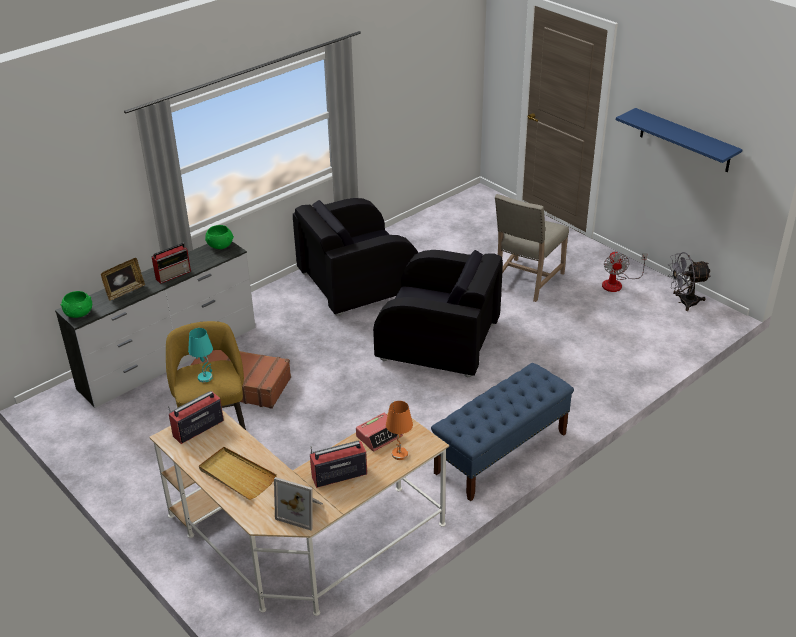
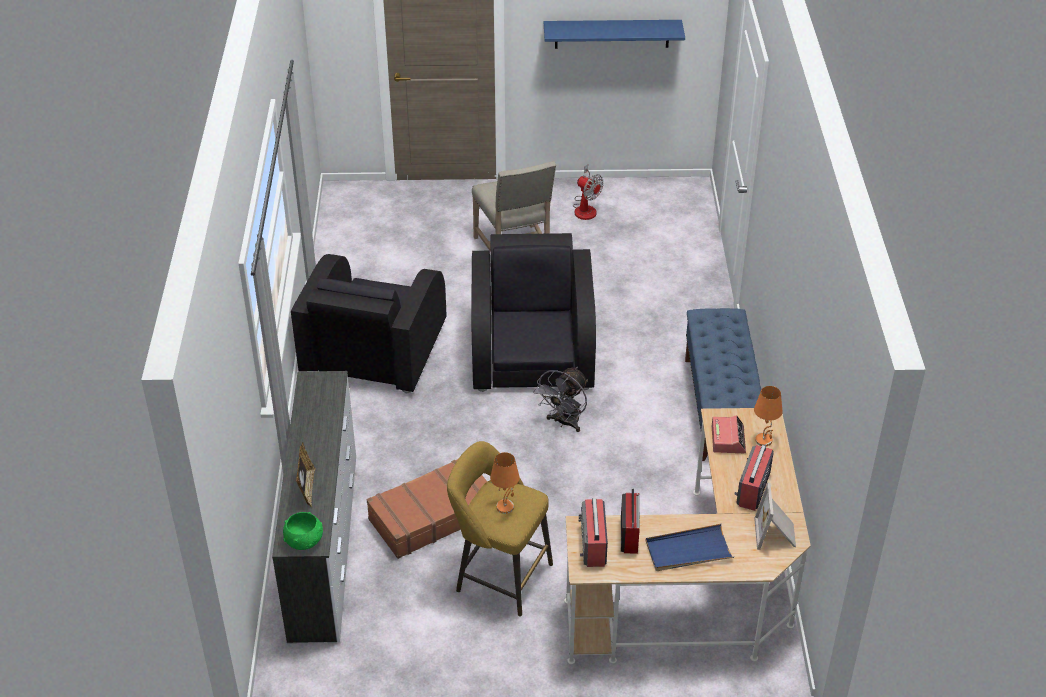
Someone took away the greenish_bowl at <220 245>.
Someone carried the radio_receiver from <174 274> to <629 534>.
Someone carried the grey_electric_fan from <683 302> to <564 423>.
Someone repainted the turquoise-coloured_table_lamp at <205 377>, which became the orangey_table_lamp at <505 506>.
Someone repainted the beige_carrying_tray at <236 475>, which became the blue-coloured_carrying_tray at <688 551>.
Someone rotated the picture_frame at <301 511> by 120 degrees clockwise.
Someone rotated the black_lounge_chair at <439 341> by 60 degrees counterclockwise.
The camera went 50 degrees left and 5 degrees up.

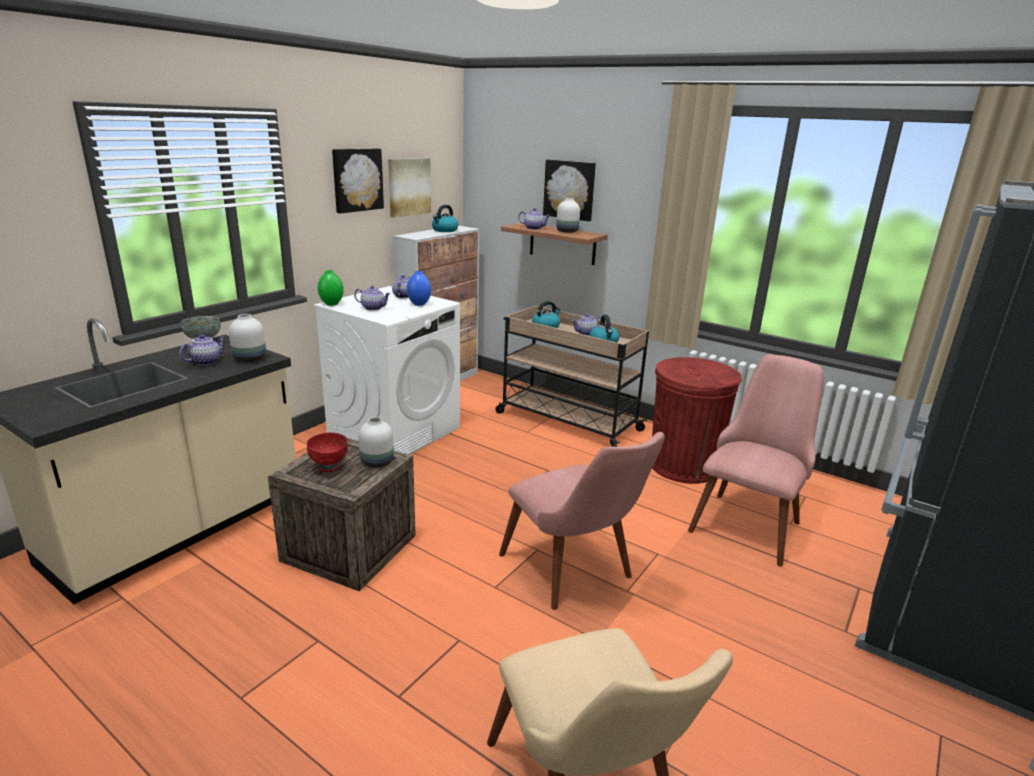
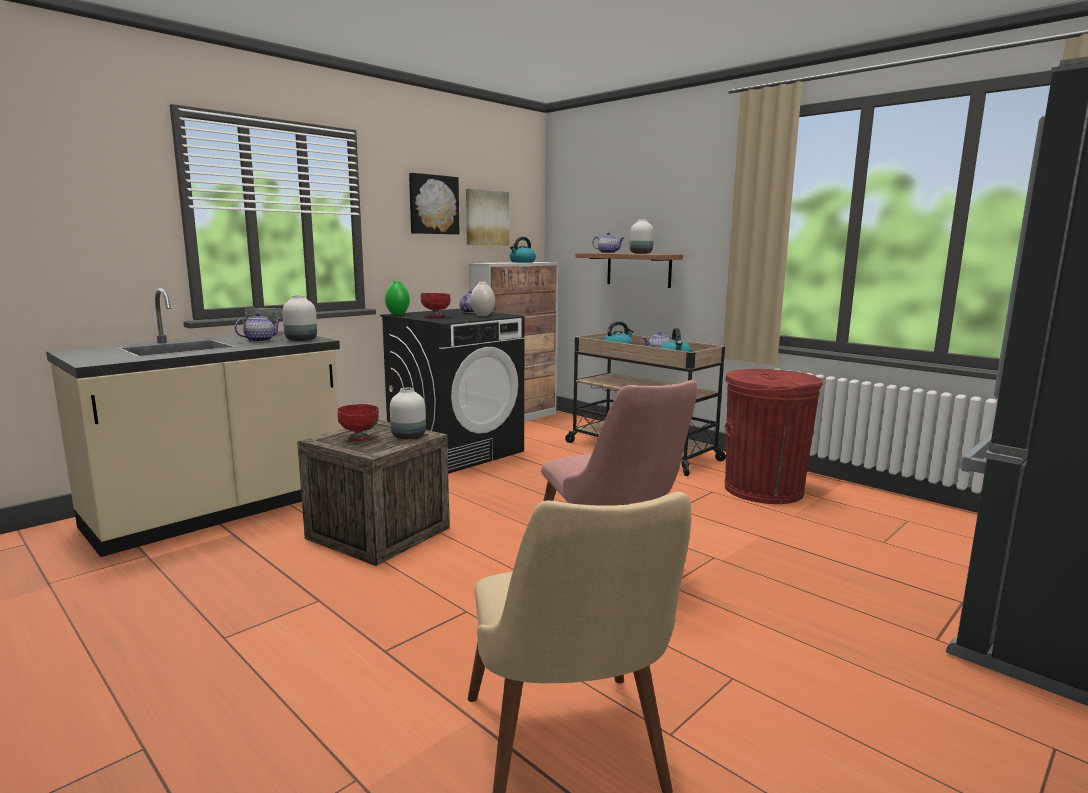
Someone took away the wall_picture at <570 189>.
Someone took away the pink-coloured_plain_chair at <749 520>.
Someone swapped the tea_pot at <373 308> for the red_bowl at <436 316>.
Someone repainted the whitish_laundry_machine at <395 431>, which became the black_laundry_machine at <456 451>.
Someone repainted the blue-coloured_vase at <419 304>, which became the whitish_vase at <482 315>.
The camera went 10 degrees right and 10 degrees down.

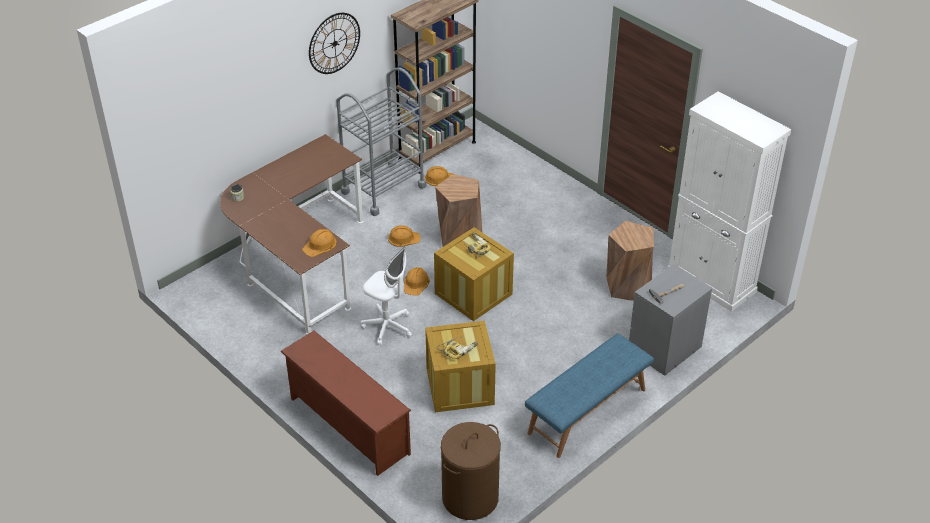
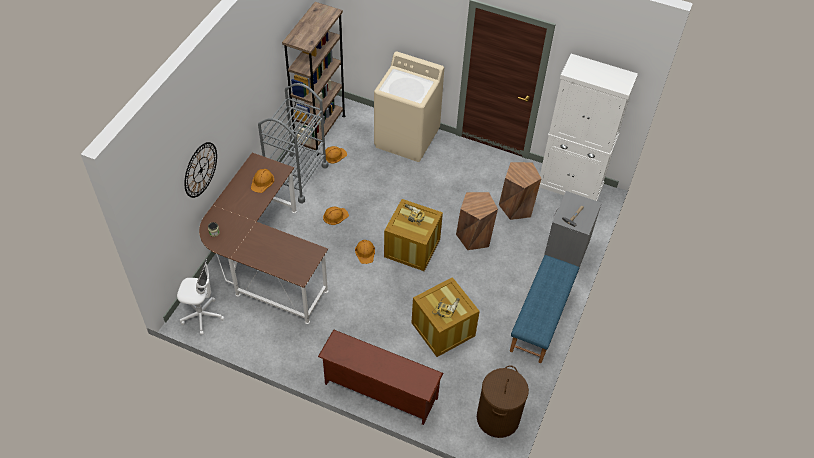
Someone put down the beige_laundry_machine at <407 138>.
Someone carried the orangey_work_helmet from <320 245> to <262 182>.
Someone carried the wall_clock from <334 43> to <200 169>.
Someone carried the whitish_computer_chair from <388 327> to <202 316>.
Someone carried the brownish_stool from <459 237> to <474 236>.
The camera went 25 degrees left and 10 degrees up.

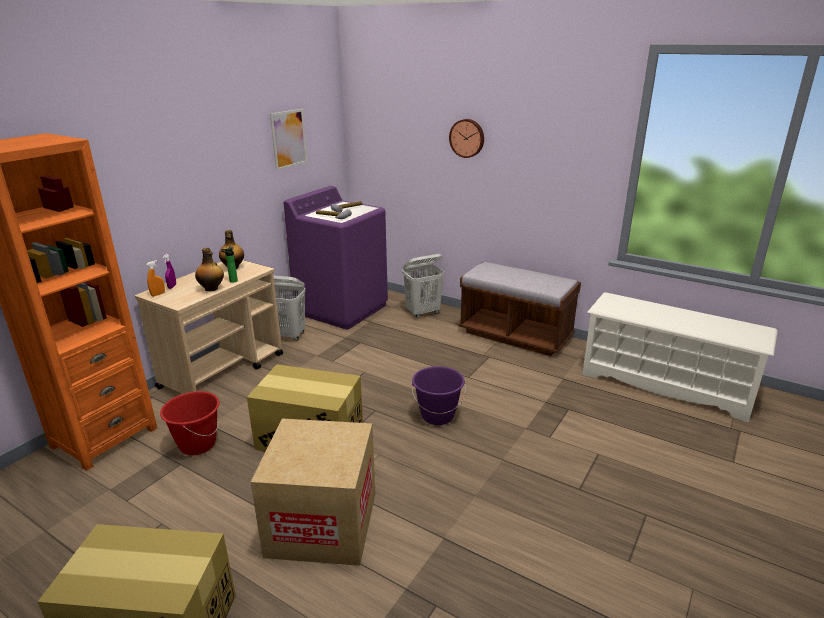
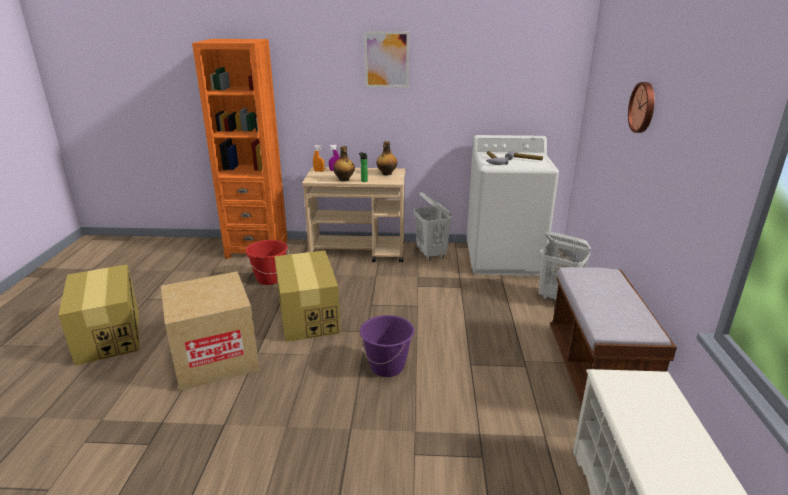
Someone carried the wall_picture from <288 139> to <386 59>.
Someone repainted the purple-coloured_laundry_machine at <342 309>, which became the whitish_laundry_machine at <504 259>.
The camera went 60 degrees right and 0 degrees up.

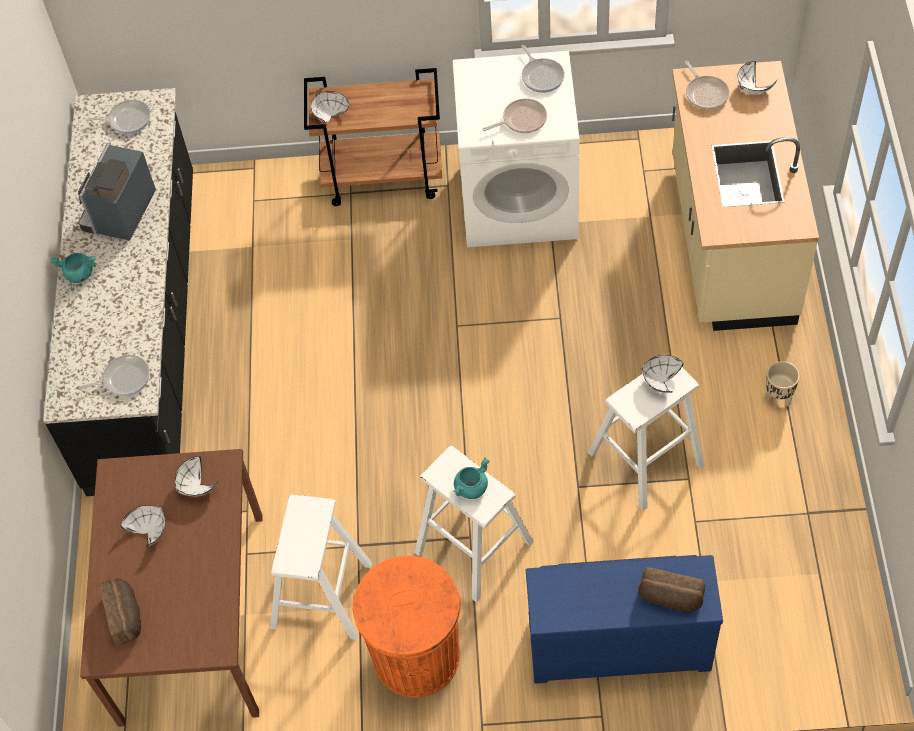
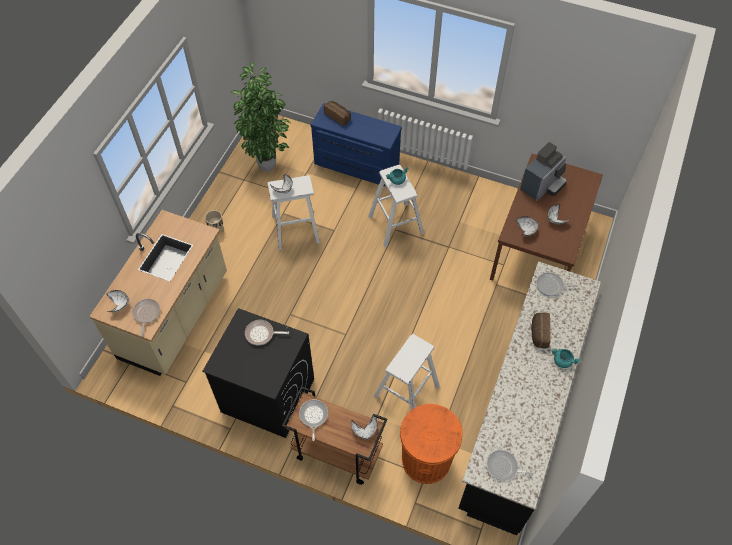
Someone put down the potted_plant at <268 165>.
Someone carried the coffee_brewer from <120 214> to <542 185>.
Someone carried the baked_bread from <126 615> to <538 333>.
Someone carried the whitish_stool from <321 595> to <406 391>.
Someone carried the orangey_rubbish_bin from <417 657> to <426 459>.
Someone carried the pan from <542 76> to <313 416>.
Someone repainted the whitish_laundry_machine at <519 201>, which became the black_laundry_machine at <267 395>.
The camera went 160 degrees left and 0 degrees up.

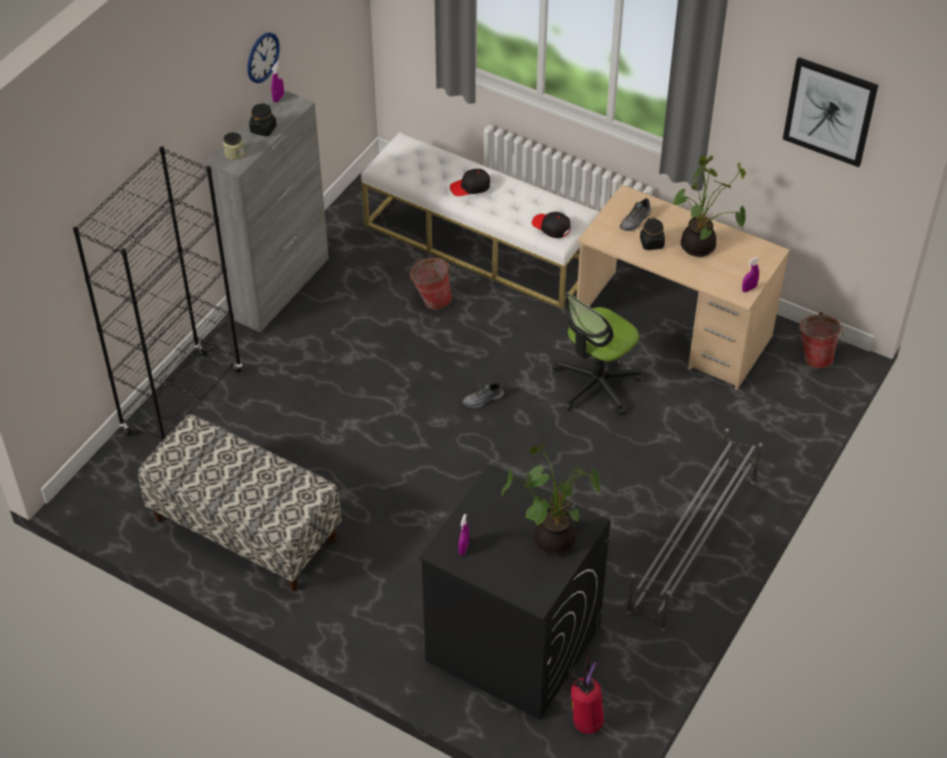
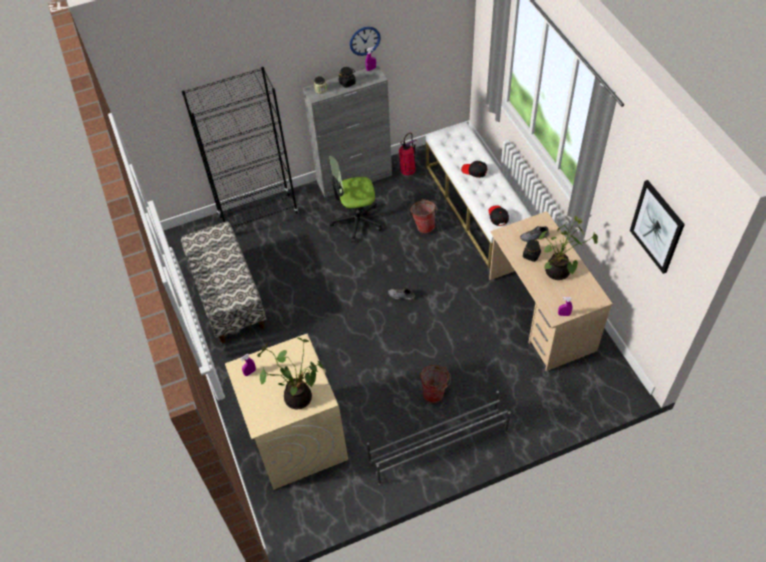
Someone carried the computer_chair from <596 385> to <356 221>.
Someone carried the extinguisher from <586 721> to <408 171>.
Someone carried the pail from <815 356> to <435 391>.
Someone repainted the black_laundry_machine at <512 643>, which became the beige_laundry_machine at <297 438>.
The camera went 40 degrees right and 5 degrees up.

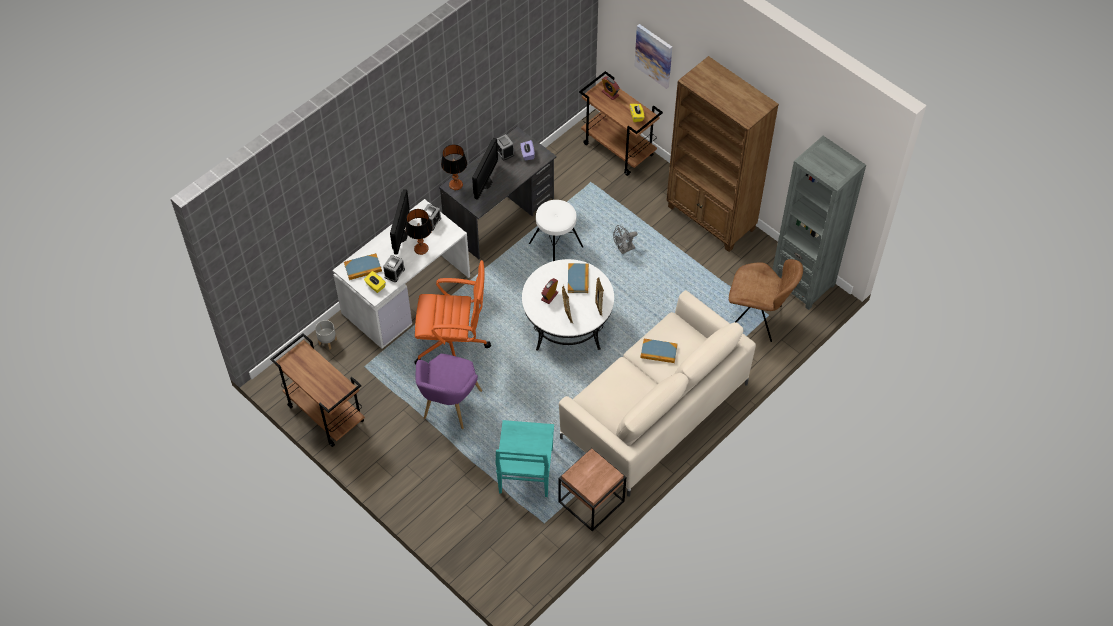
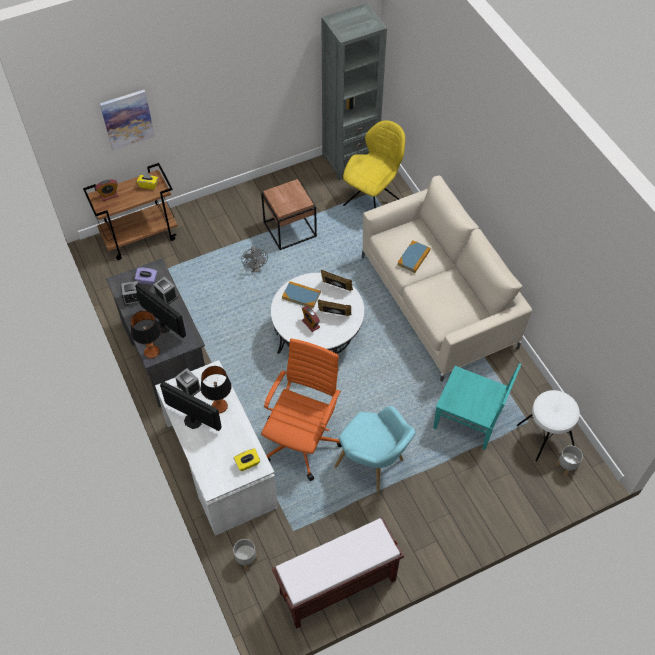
Someone took away the volume at <363 268>.
Someone took away the brownish_shelving_unit at <711 218>.
Someone put down the grey_plant_pot at <566 466>.
Someone carried the table_clock from <394 273> to <166 295>.
Someone carried the whitish_stool from <556 245> to <545 436>.
Someone carried the brownish_end_table from <591 502> to <290 230>.
Someone swapped the brownish_wheeled_cart at <324 413> for the brownish_indoor_bench at <337 587>.
Someone repainted the purple-coloured_lounge_chair at <449 407>, which became the turquoise-coloured_lounge_chair at <373 465>.
Someone repainted the brownish_plain_chair at <757 319>, which became the yellow-coloured_plain_chair at <373 201>.
The camera went 70 degrees left and 0 degrees up.

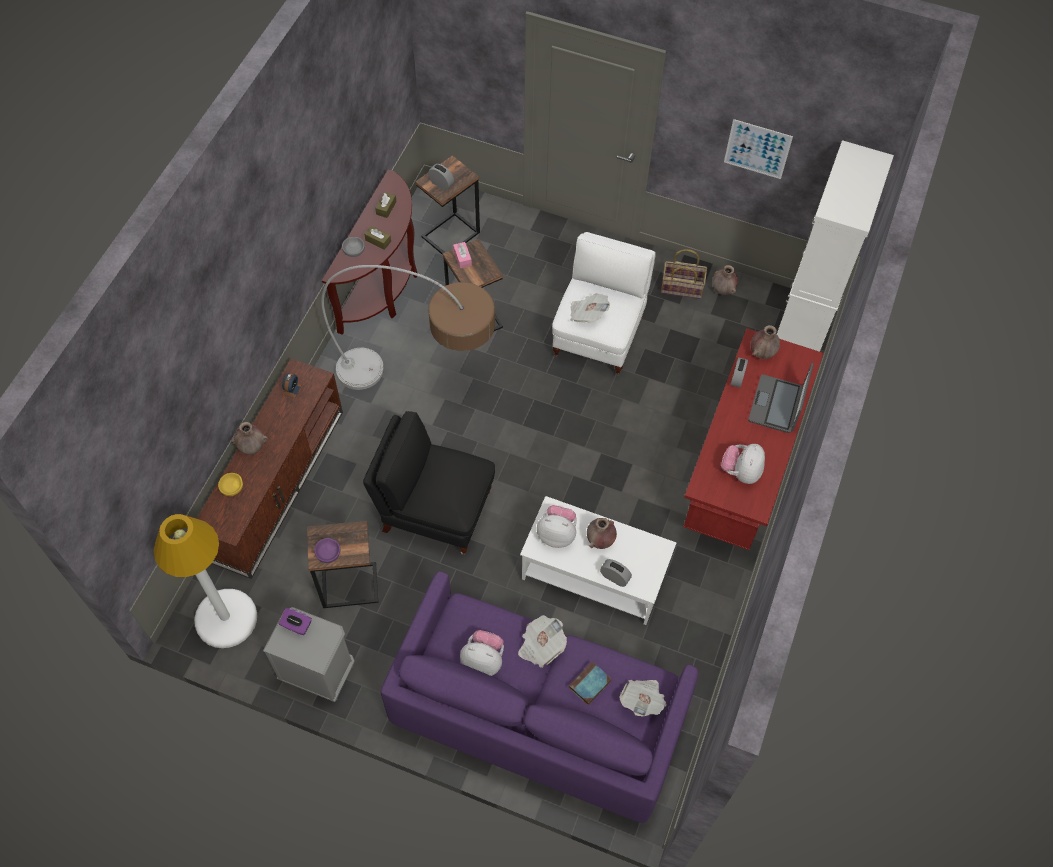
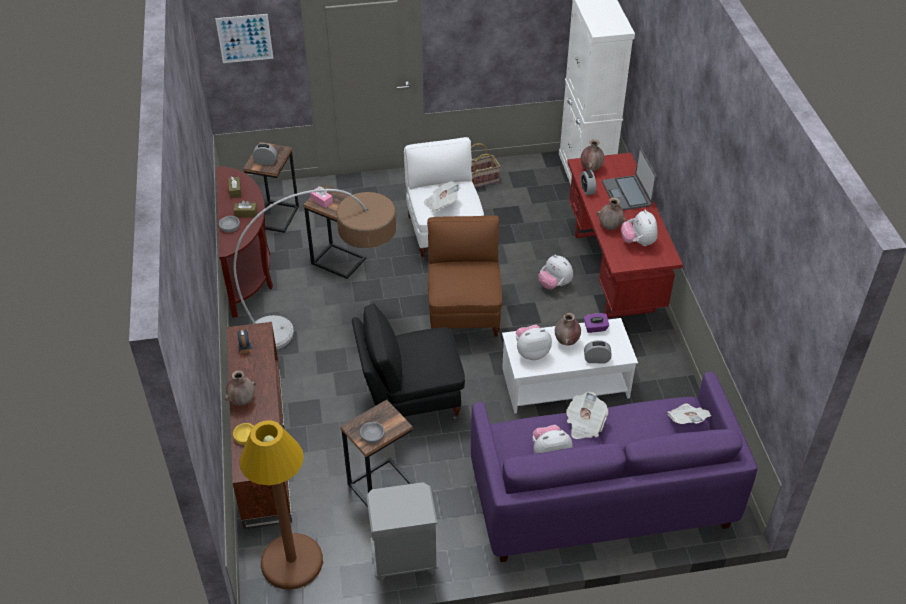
Someone took away the volume at <589 685>.
Someone put down the brownish_lounge_chair at <464 313>.
Someone put down the soft_toy at <554 284>.
Someone carried the purple-coloured_tissue_box from <296 625> to <595 328>.
Someone carried the brownish_vase from <723 290> to <610 227>.
Someone carried the wall_picture from <757 149> to <244 38>.
Someone repainted the whitish_standard_lamp at <226 618>, which became the brownish_standard_lamp at <292 562>.
Someone repainted the purple-coloured_bowl at <328 552>, which became the grey_bowl at <372 435>.
The camera went 30 degrees left and 15 degrees down.

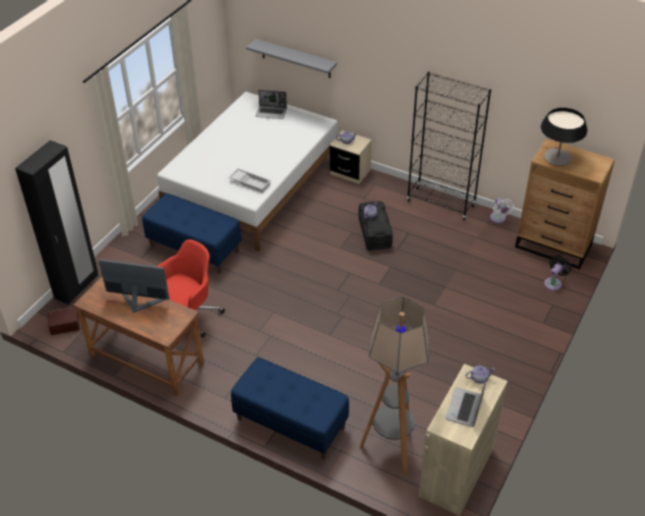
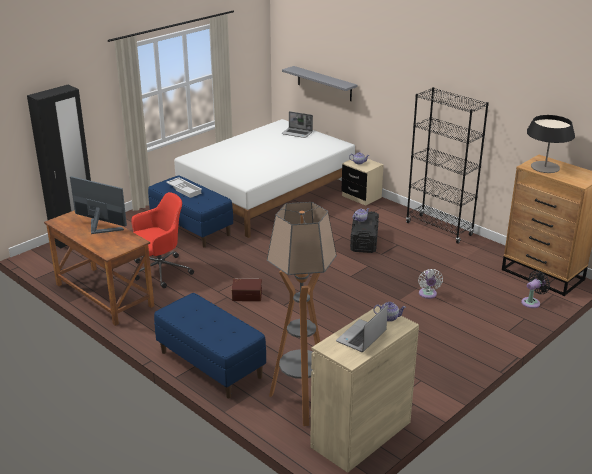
Someone carried the brownish_storage_box from <64 324> to <247 295>.
Someone carried the whitish_carrying_tray from <250 182> to <185 190>.
Someone carried the whitish_electric_fan from <498 219> to <428 295>.
The camera went 15 degrees right and 15 degrees down.

